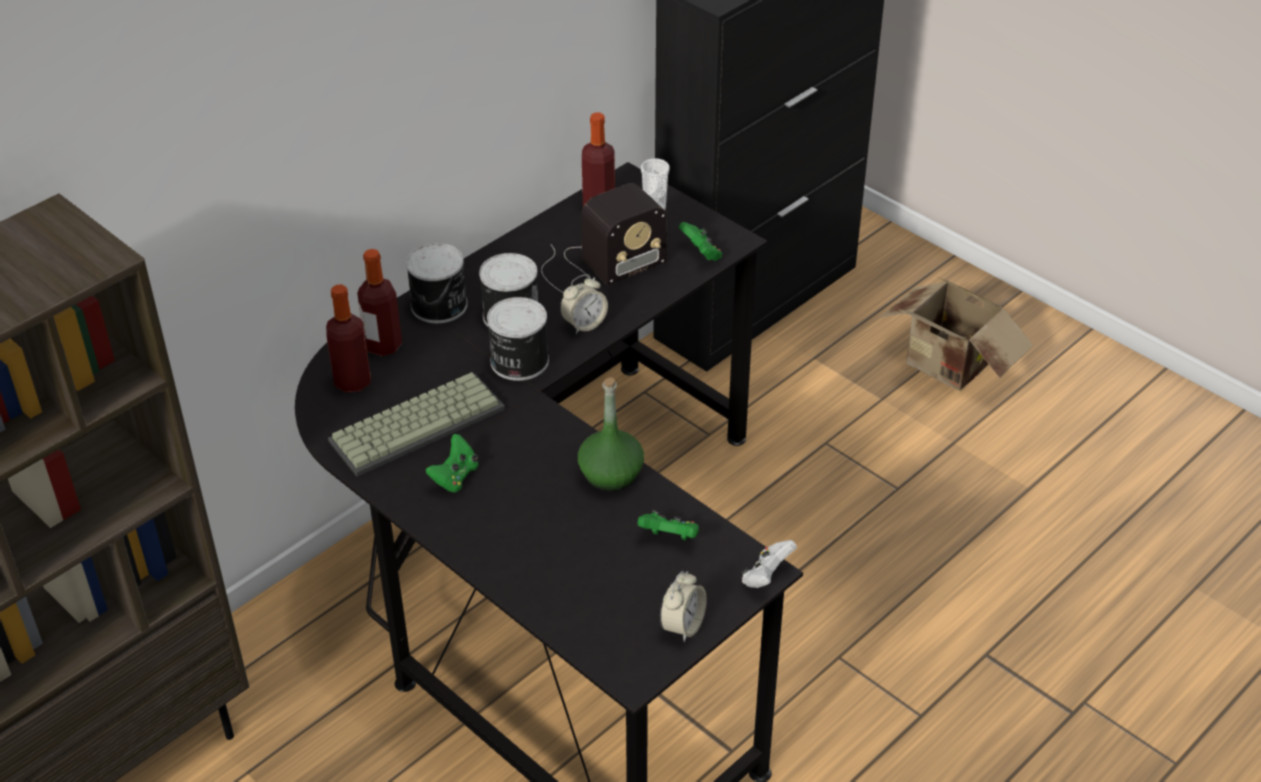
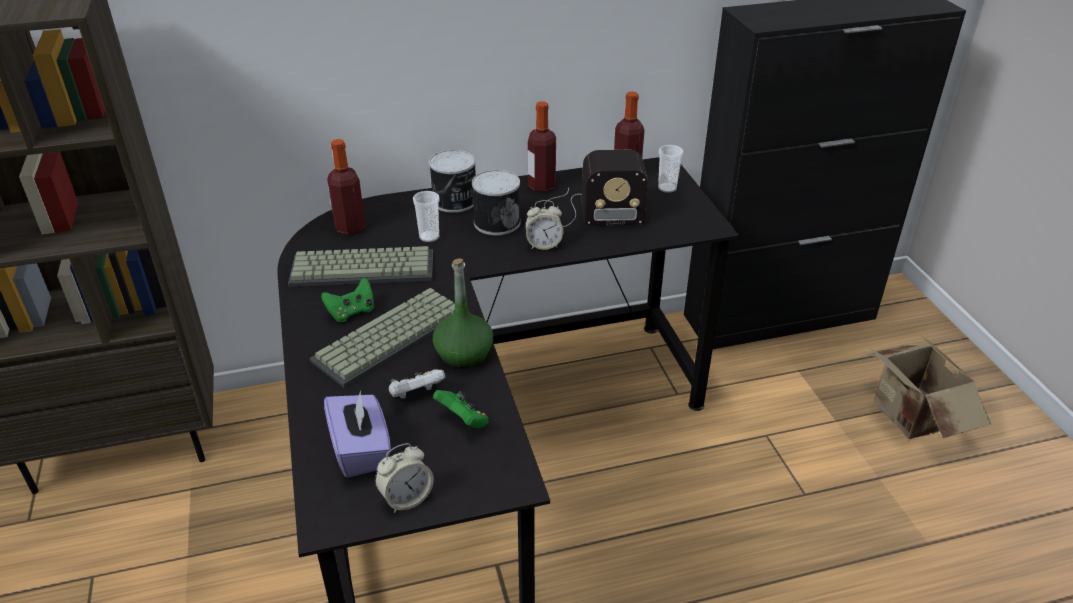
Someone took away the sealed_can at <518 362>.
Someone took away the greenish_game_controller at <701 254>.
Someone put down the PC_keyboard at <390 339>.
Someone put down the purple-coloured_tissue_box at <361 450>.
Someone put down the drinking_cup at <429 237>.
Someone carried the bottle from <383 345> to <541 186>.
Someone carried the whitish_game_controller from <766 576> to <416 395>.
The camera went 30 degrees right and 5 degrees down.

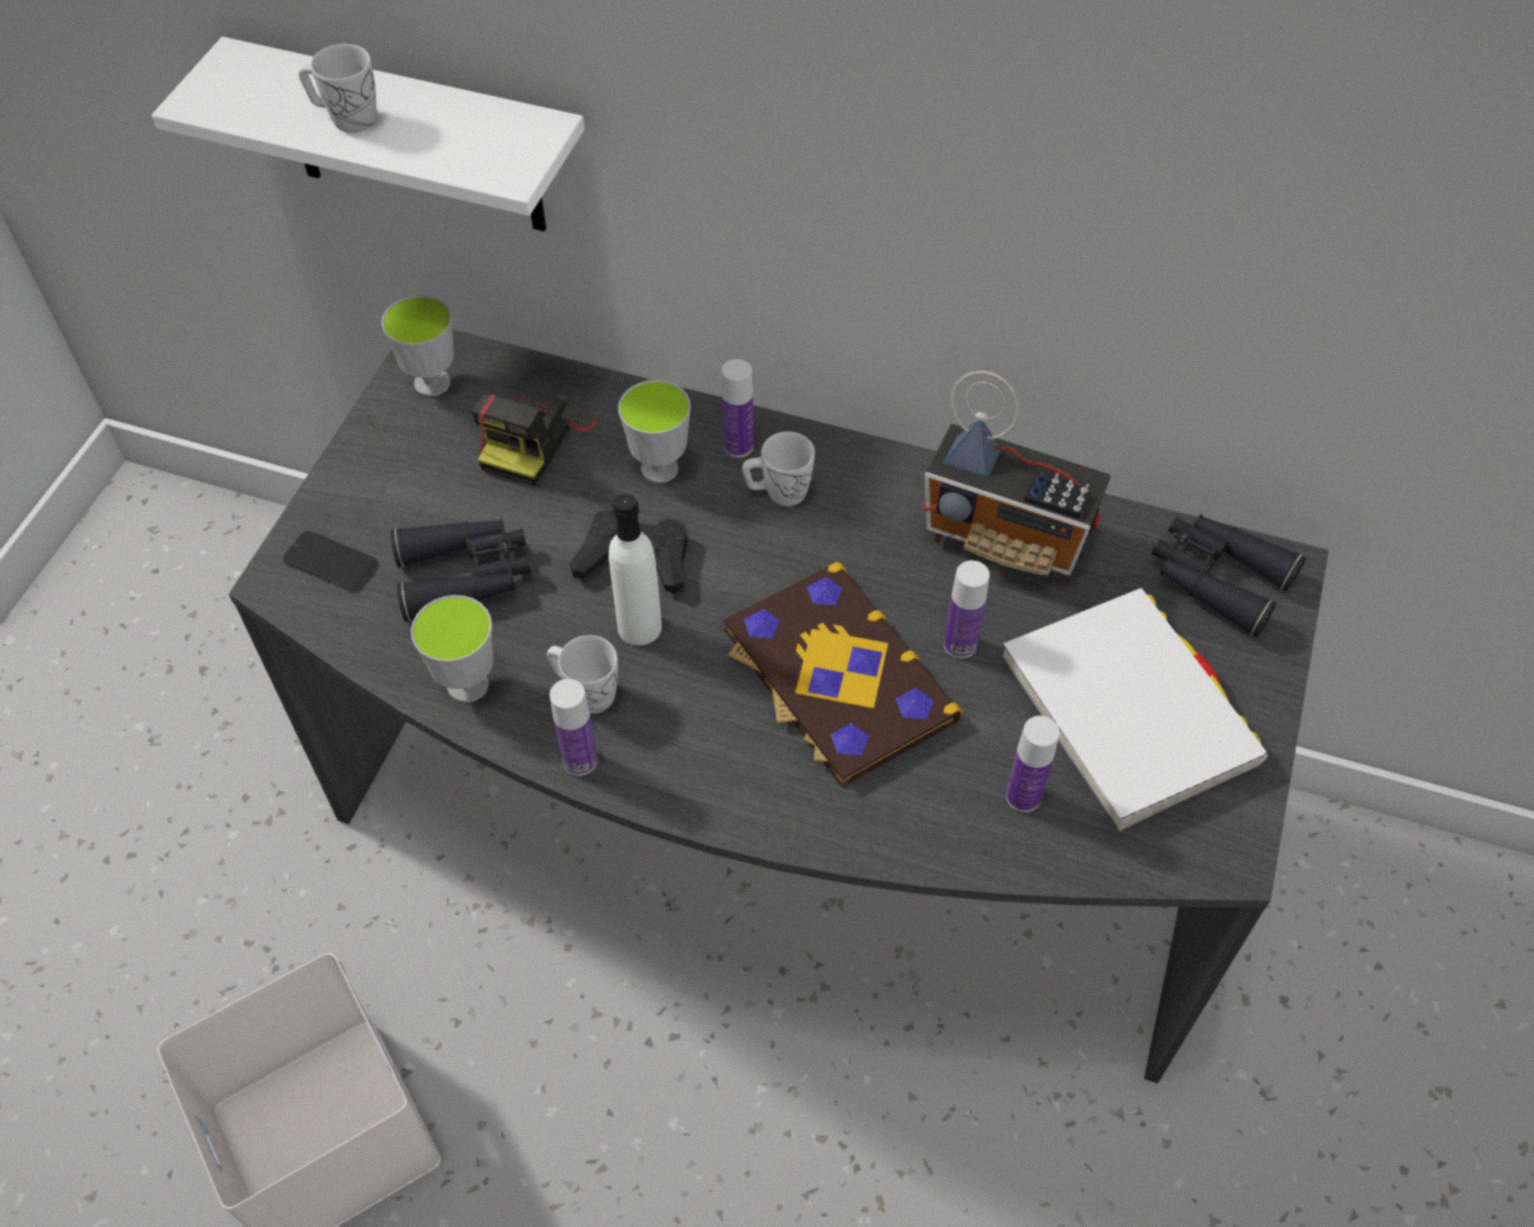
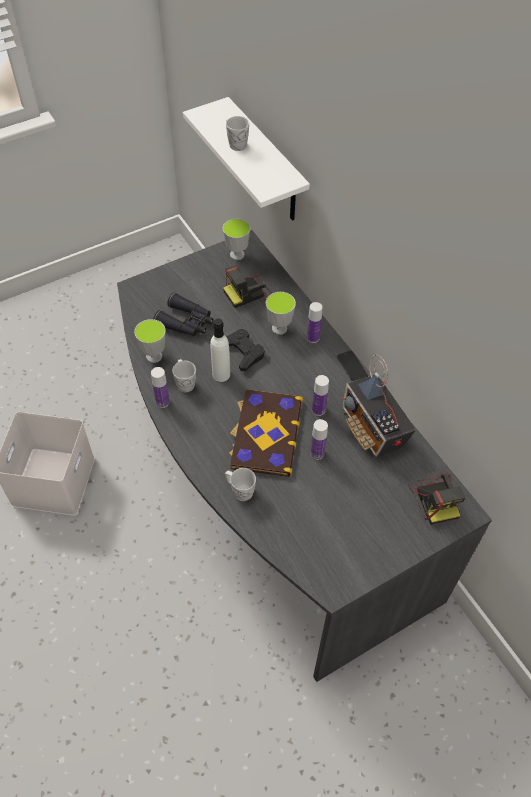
Someone took away the whitish_volume at <1128 712>.
Someone carried the handset from <330 561> to <352 366>.
Someone carried the whitish_mug from <778 492> to <239 491>.
Someone carried the bottle from <1023 796> to <318 410>.
Someone swapped the black_binoculars at <1217 578> for the photo_camera at <435 498>.
The camera went 40 degrees right and 0 degrees up.

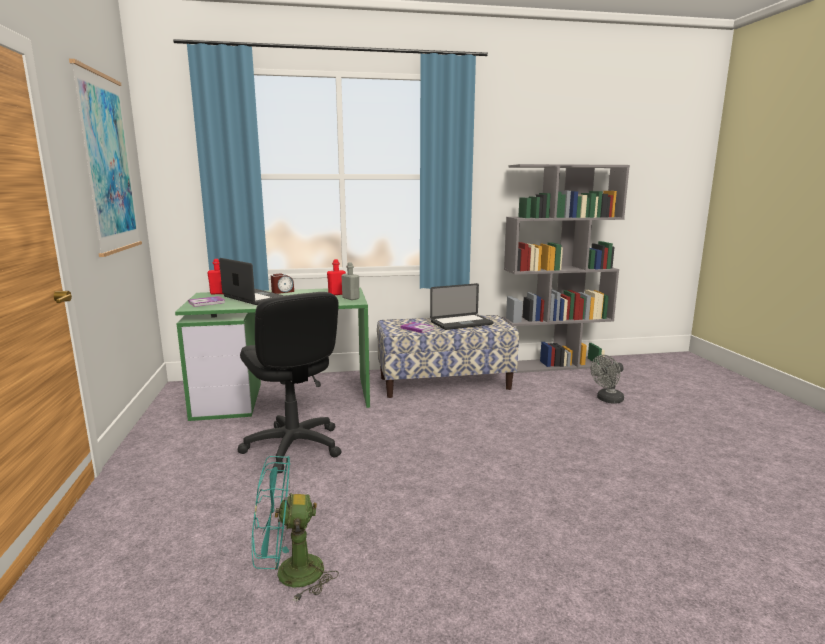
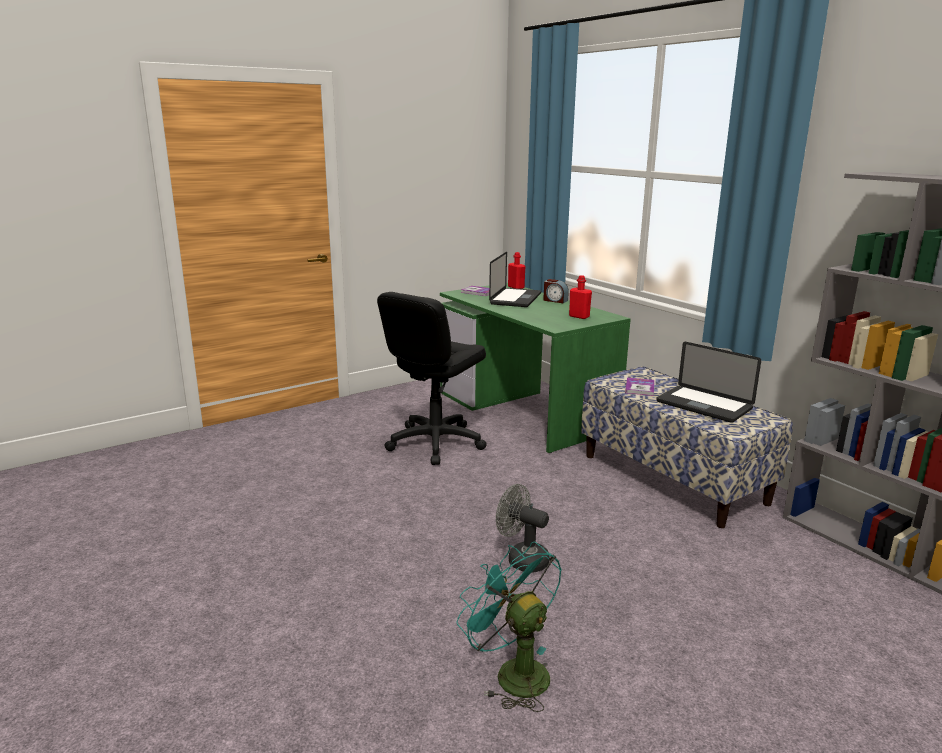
Someone took away the wall_picture at <108 164>.
Someone took away the grey_bottle at <350 298>.
Someone carried the turquoise-coloured_electric_fan from <289 575> to <513 672>.
Someone carried the grey_electric_fan from <607 400> to <522 559>.
The camera went 65 degrees right and 5 degrees up.

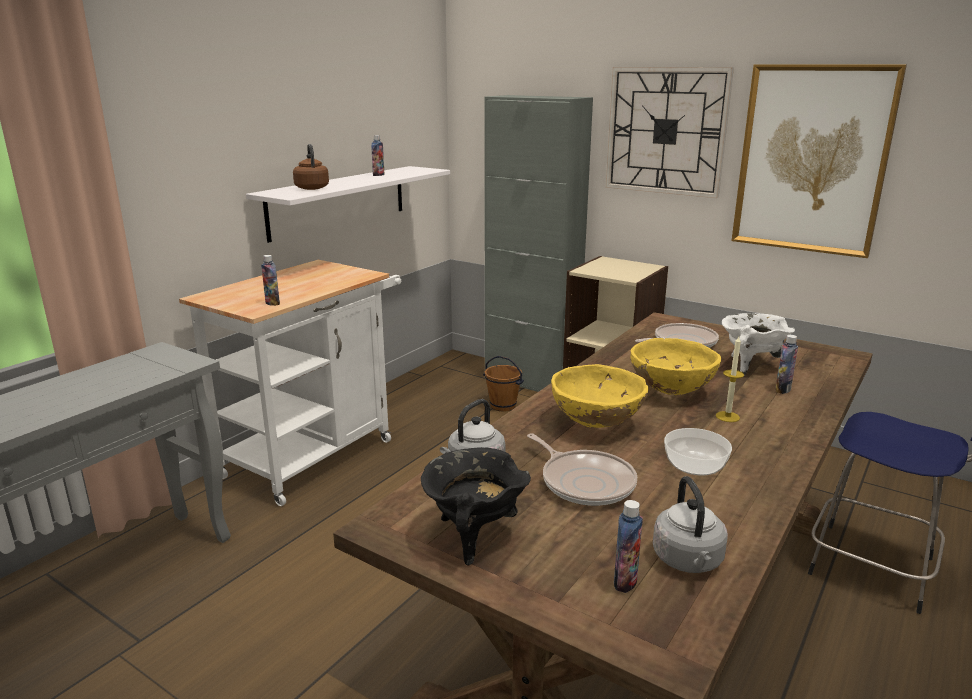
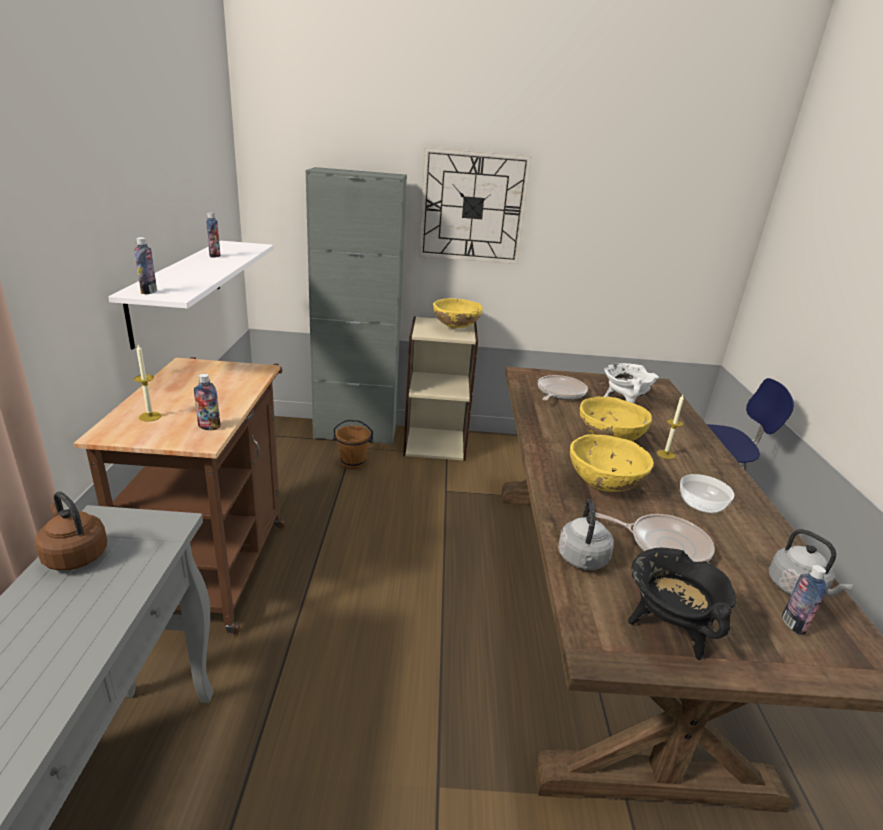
Someone took away the wall_picture at <812 160>.
Someone put down the candle at <150 416>.
Someone put down the yellow-coloured_bowl at <456 328>.
Someone carried the brownish_tea_kettle from <311 188> to <74 555>.
Someone carried the bottle from <783 390> to <149 292>.
Someone repainted the whitish_wheeled_cart at <316 453>, which became the brownish_wheeled_cart at <218 563>.
The camera went 35 degrees left and 5 degrees up.

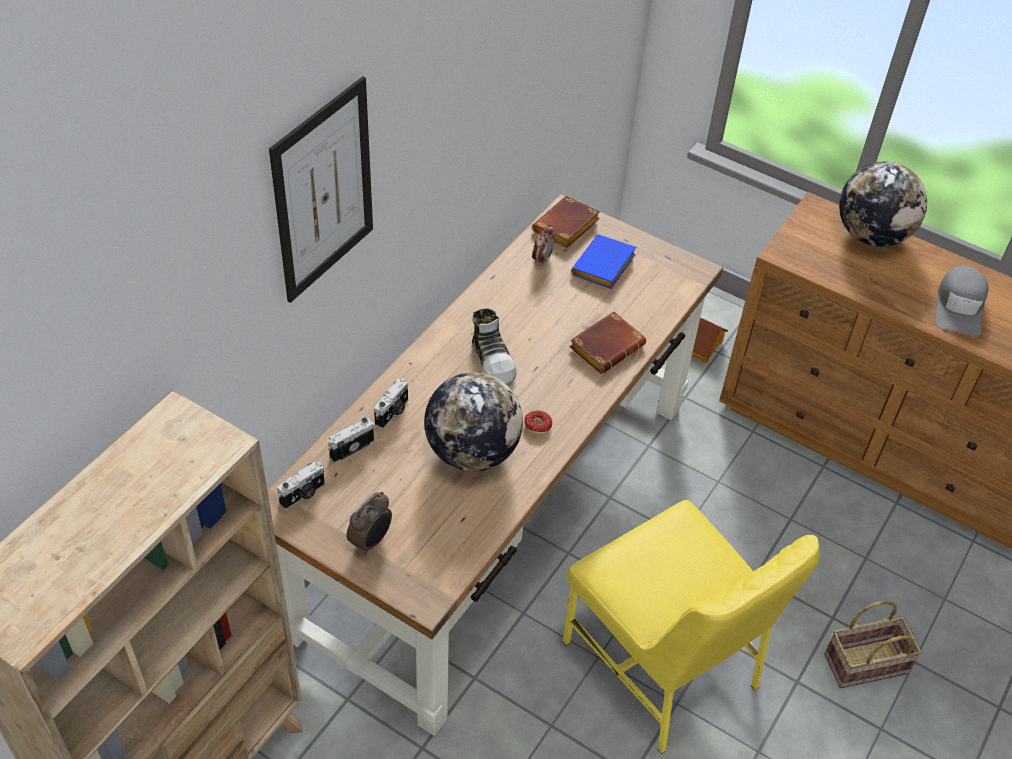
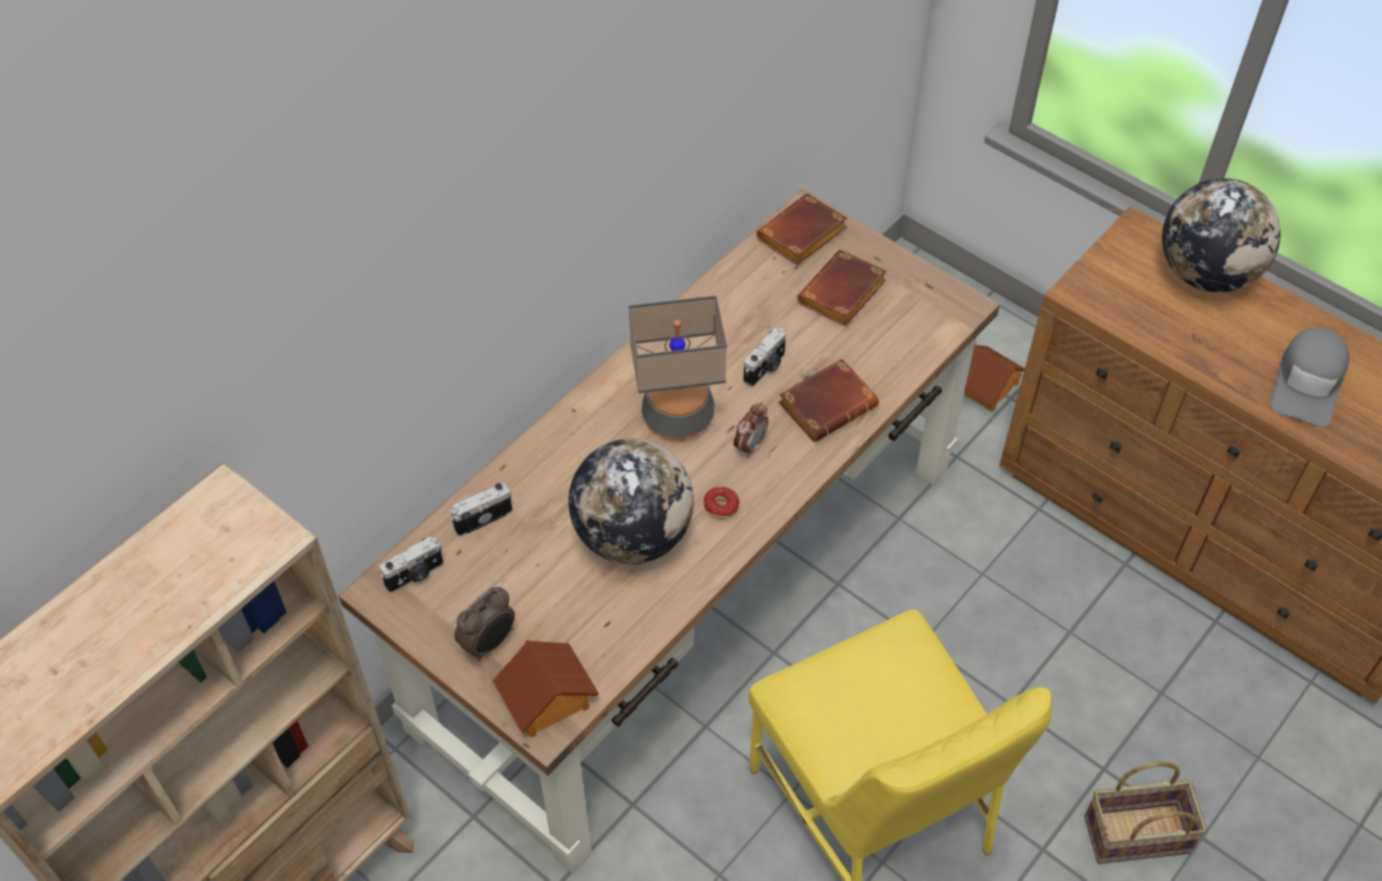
Someone took away the wall_picture at <323 191>.
Someone put down the model_house at <547 699>.
Someone carried the photo_camera from <393 412> to <765 368>.
Someone carried the table_clock from <542 259> to <750 445>.
Someone swapped the low_shoe at <493 361> for the table_lamp at <678 415>.
Someone repainted the blue-coloured_volume at <604 268>, which became the brownish_volume at <842 296>.
The camera went 10 degrees right and 5 degrees up.

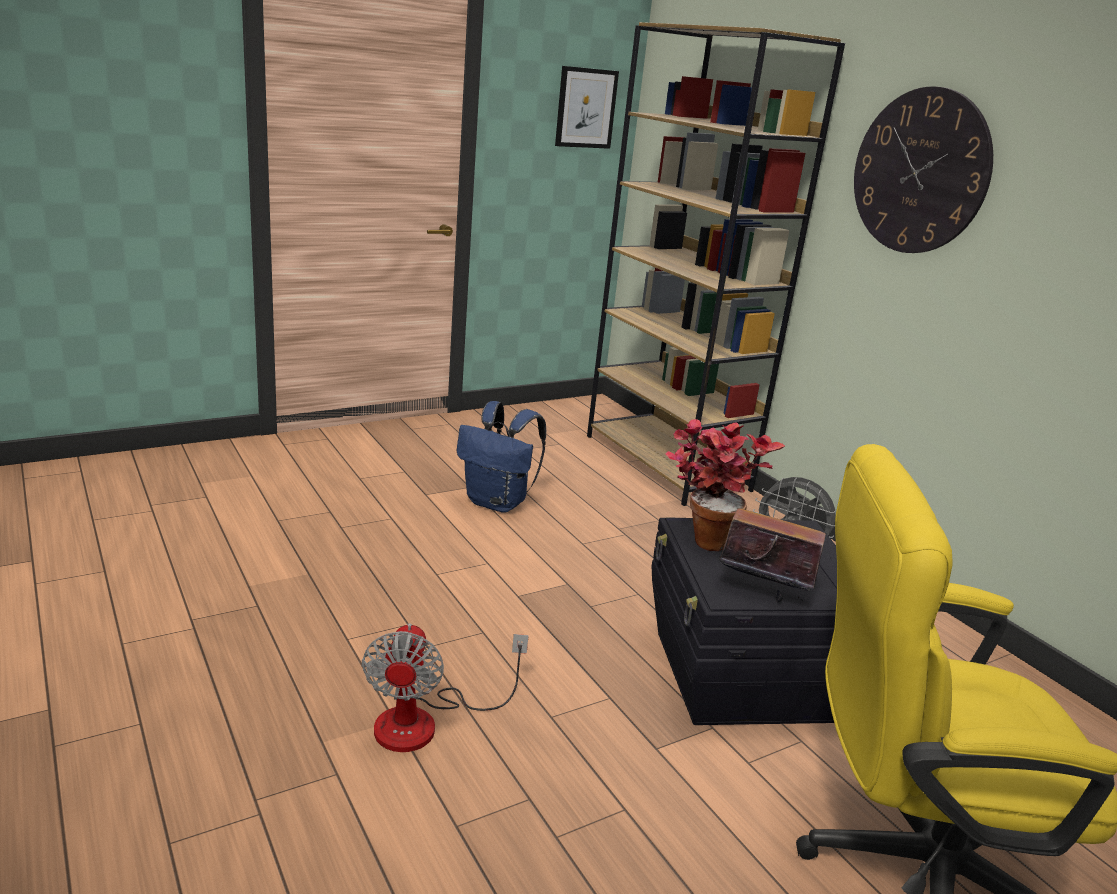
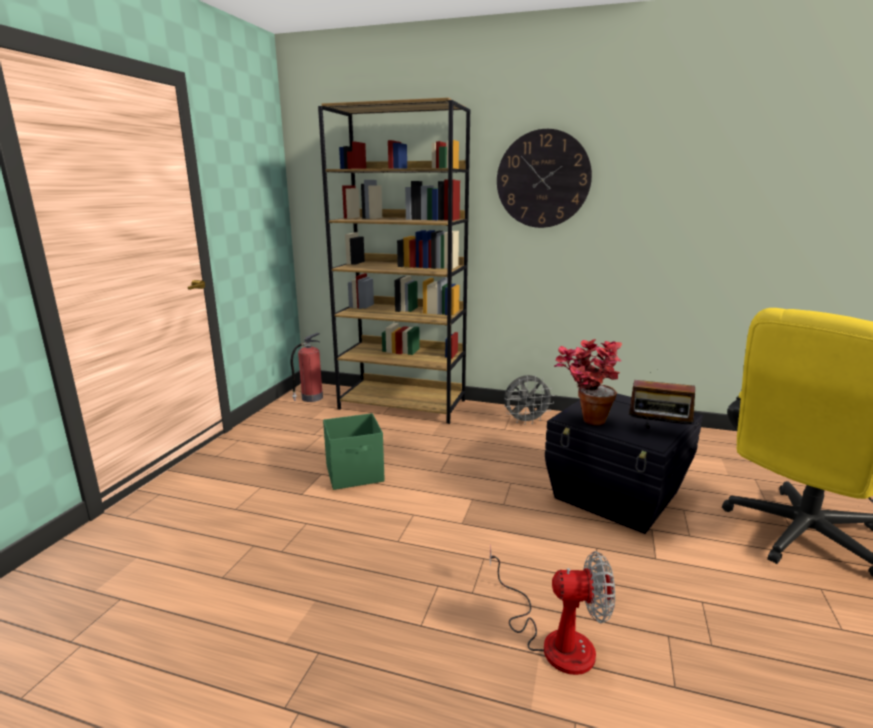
Someone took away the wall_picture at <586 108>.
Someone put down the extinguisher at <311 398>.
Someone swapped the blue-coloured_knapsack at <498 503> for the greenish_storage_box at <355 474>.
Someone rotated the electric_fan at <425 722> by 45 degrees counterclockwise.
Someone rotated the radio_receiver at <762 592> by 135 degrees counterclockwise.
The camera went 40 degrees left and 5 degrees down.

